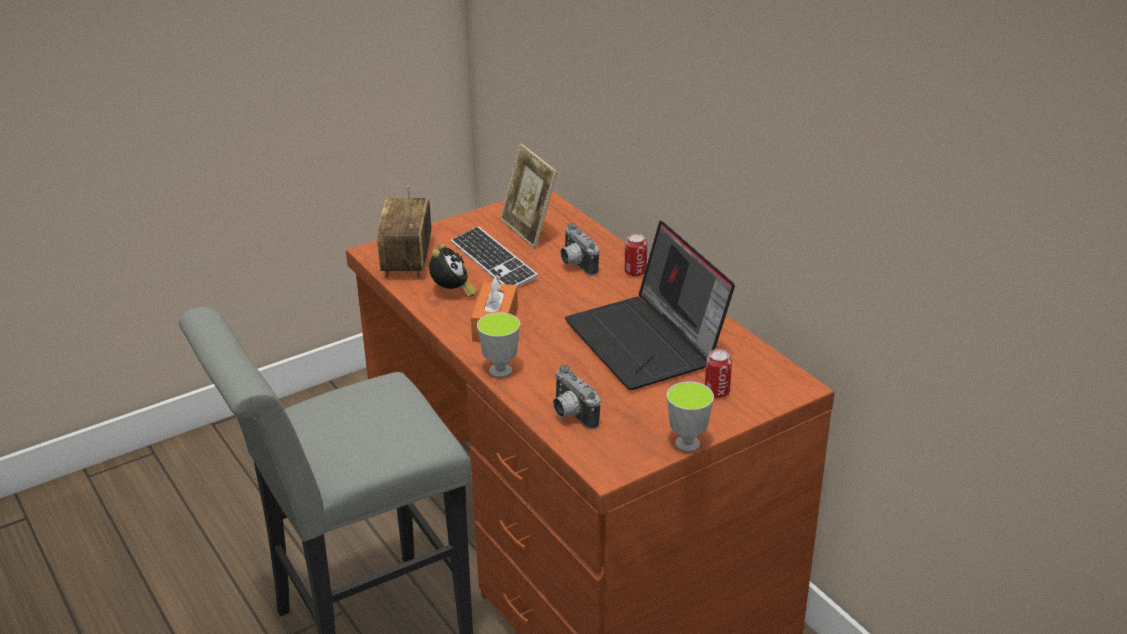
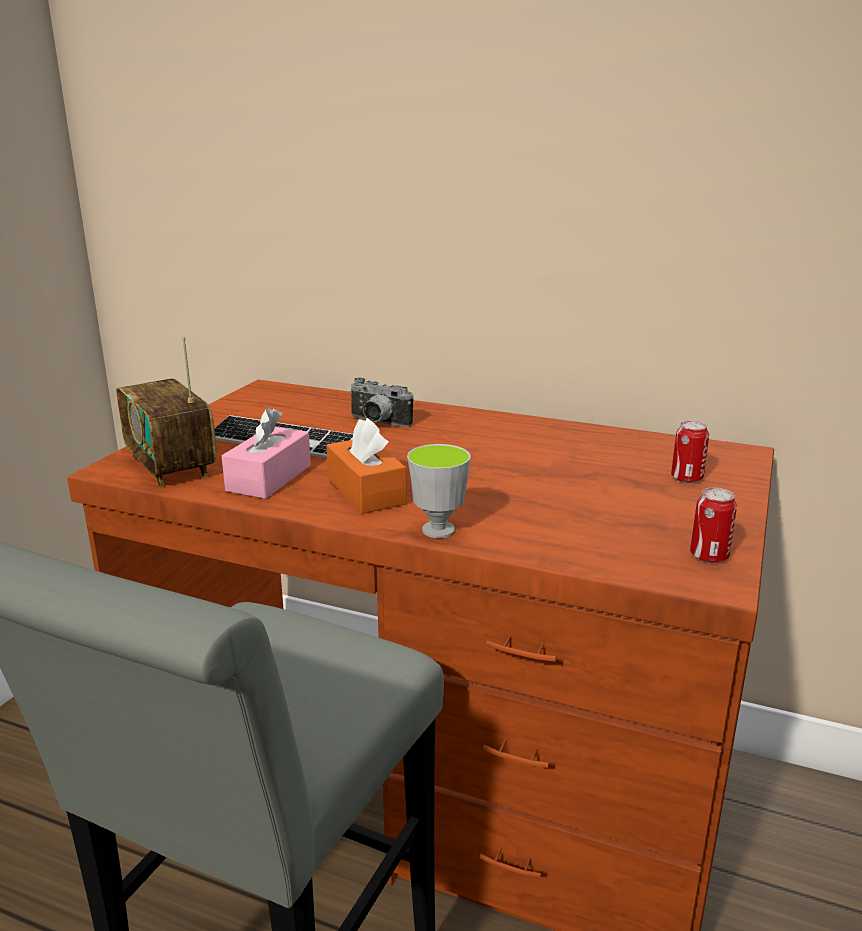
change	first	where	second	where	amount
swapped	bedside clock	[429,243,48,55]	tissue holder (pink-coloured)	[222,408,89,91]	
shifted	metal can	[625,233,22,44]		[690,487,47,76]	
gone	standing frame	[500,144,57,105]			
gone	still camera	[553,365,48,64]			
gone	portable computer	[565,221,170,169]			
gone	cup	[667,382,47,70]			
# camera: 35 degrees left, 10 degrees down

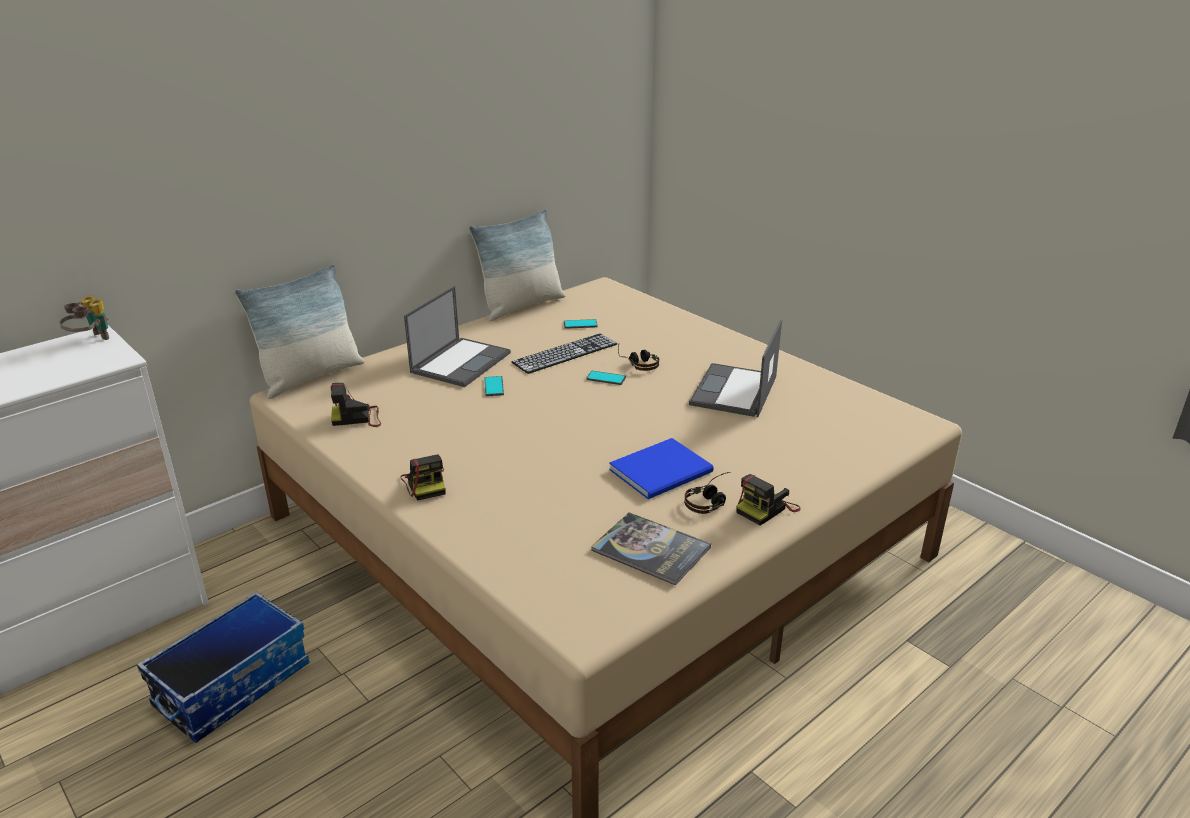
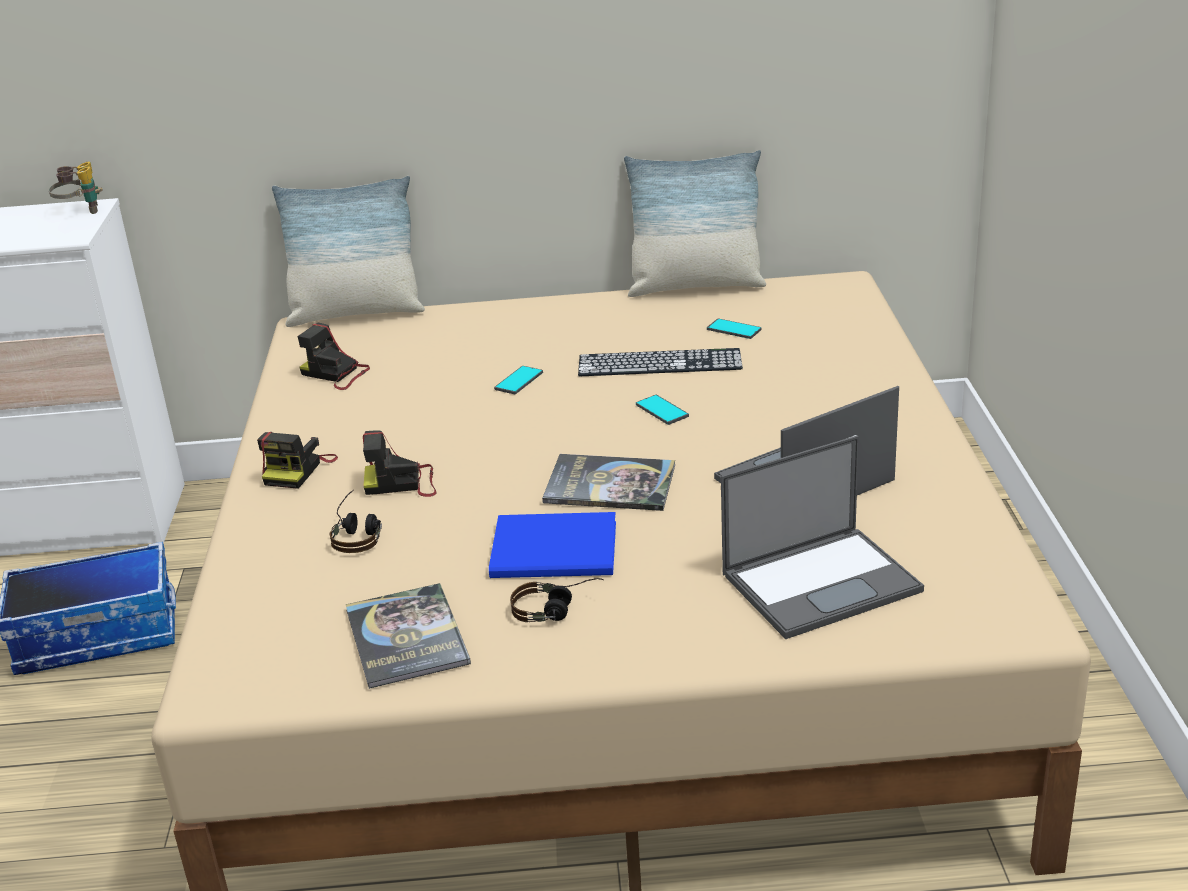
change	first	where	second	where	amount
shifted	pair of headphones	[618,346,41,25]		[329,490,53,63]	
shifted	still camera	[736,474,65,52]		[363,431,74,66]	
new			book	[542,454,133,57]	
shifted	portable computer	[404,286,107,101]		[721,435,203,204]	
# camera: 40 degrees right, 0 degrees up

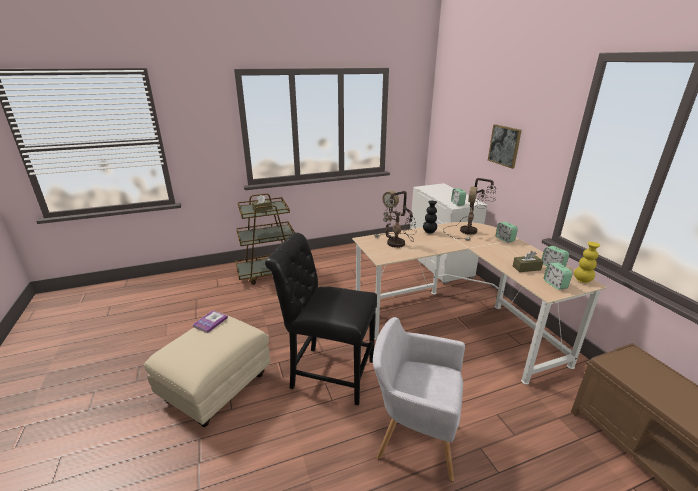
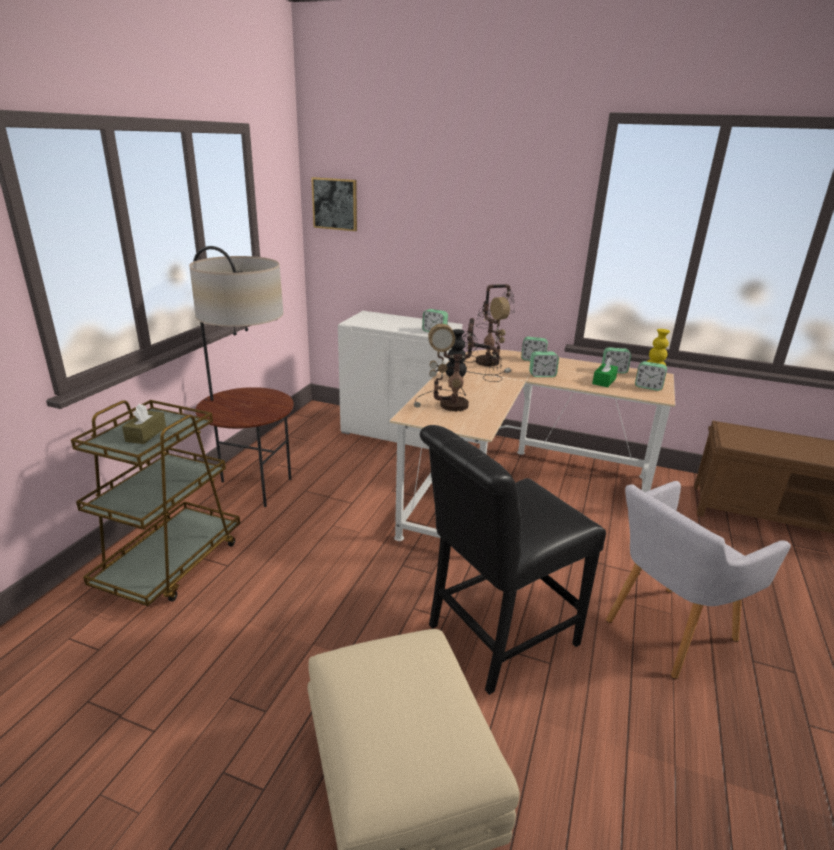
change	first	where	second	where	amount
new			standing lamp	[189,246,105,261]	
shifted	picture	[488,124,34,45]		[311,177,46,54]	
new			bedside clock	[529,351,30,26]	
repainted	tissue holder (brownish)	[513,250,30,22]	tissue holder (greenish)	[592,358,26,29]	
gone	book	[192,310,36,23]			
# camera: 50 degrees left, 0 degrees up

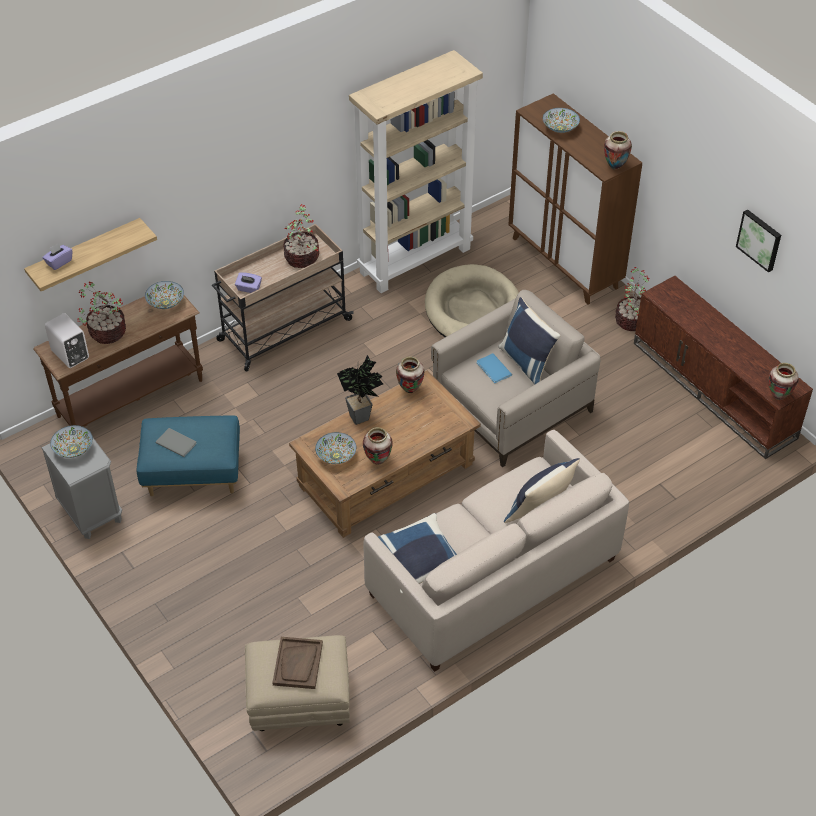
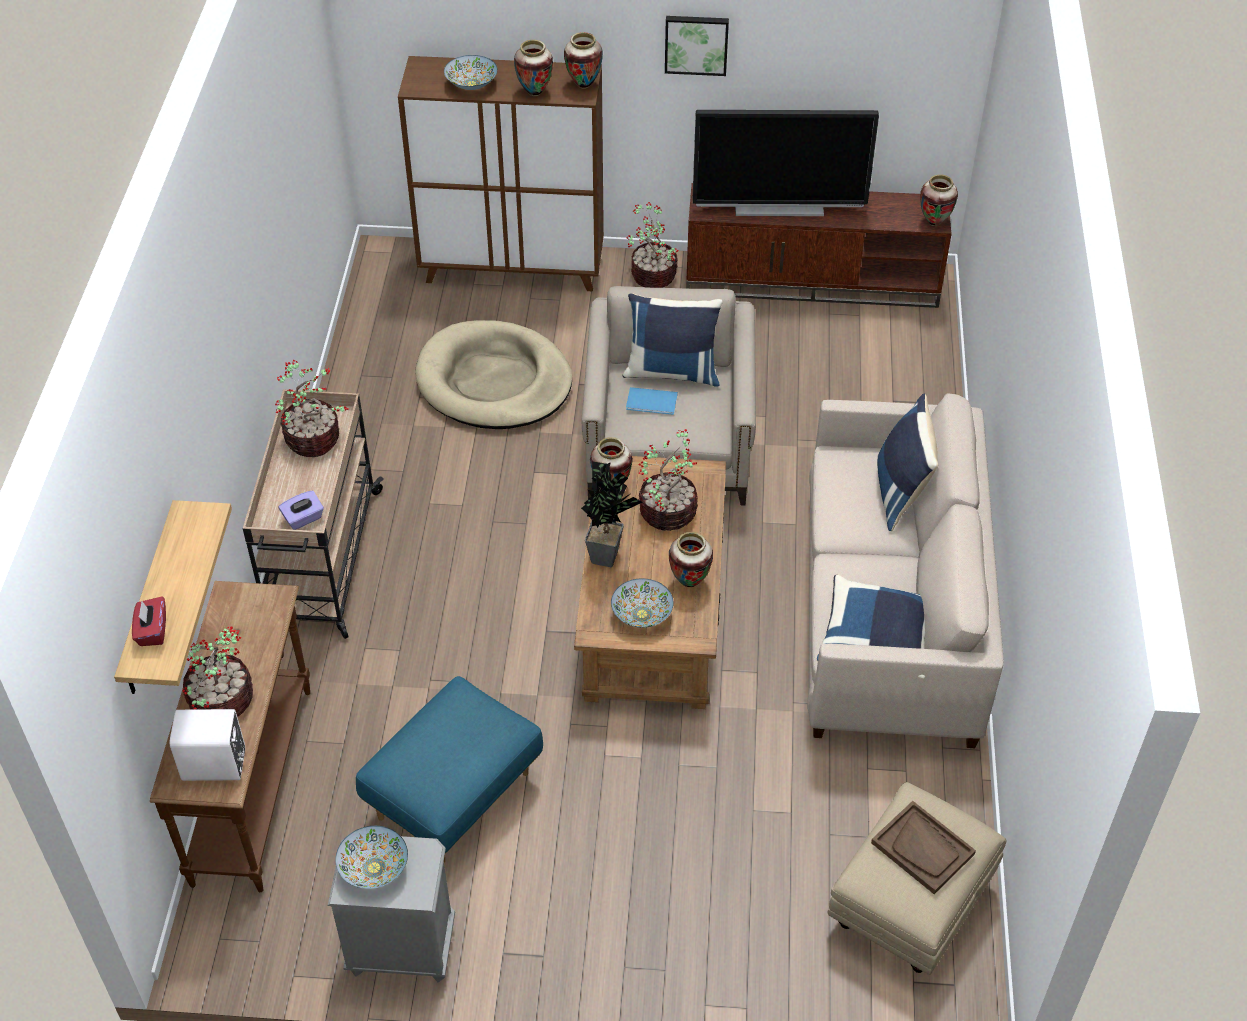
change	first	where	second	where	amount
repainted	tissue holder (purple-coloured)	[43,243,29,27]	tissue holder (reddish)	[132,596,34,50]	
new			flower vase	[514,40,39,56]	
new			potted plant	[639,429,59,102]	
shifted	picture	[736,209,45,64]		[665,16,64,60]	
new			TV	[693,110,186,106]	
gone	bowl	[145,281,39,28]			
gone	book (grey)	[156,428,41,29]			
gone	bookcase (sand-coloured)	[349,50,134,243]			
# camera: 50 degrees left, 0 degrees up

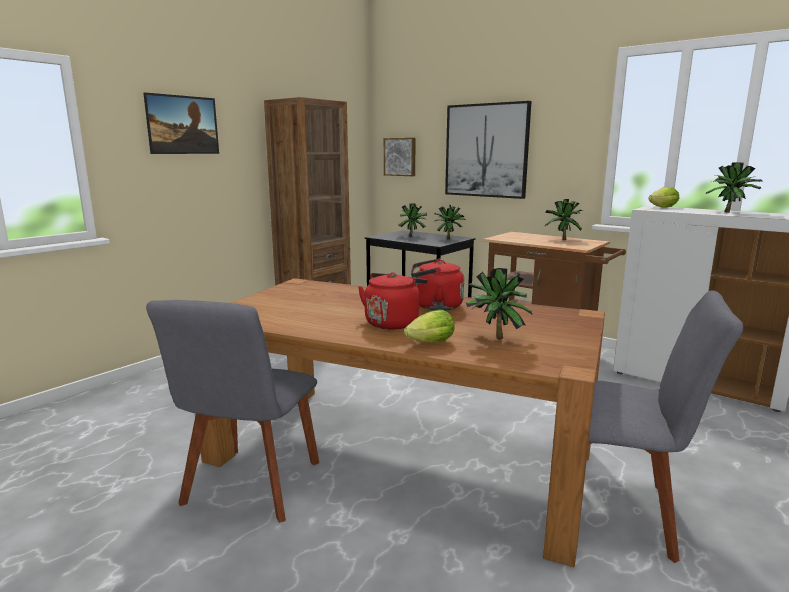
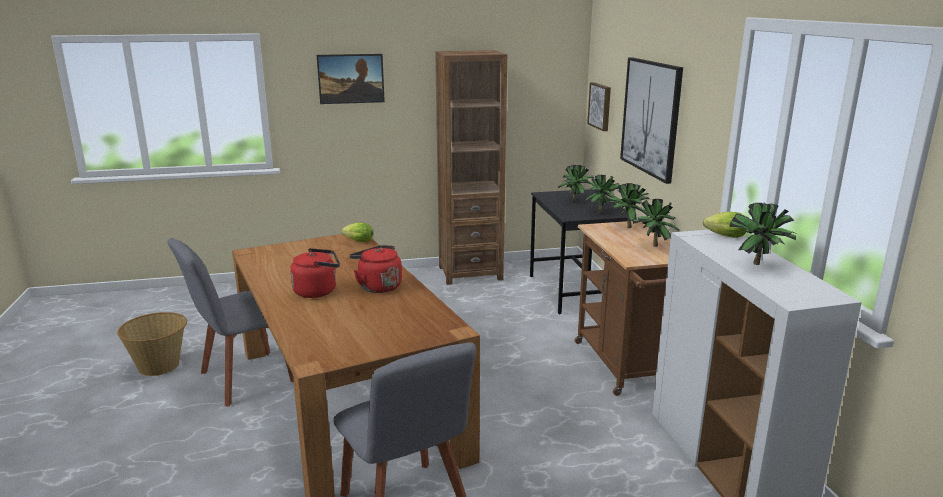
change	first	where	second	where	amount
new			basket	[117,312,70,64]	
shifted	lettuce	[404,310,51,33]		[341,222,32,20]	
shifted	potted plant	[465,268,67,71]		[608,183,42,45]	
# camera: 40 degrees right, 5 degrees up

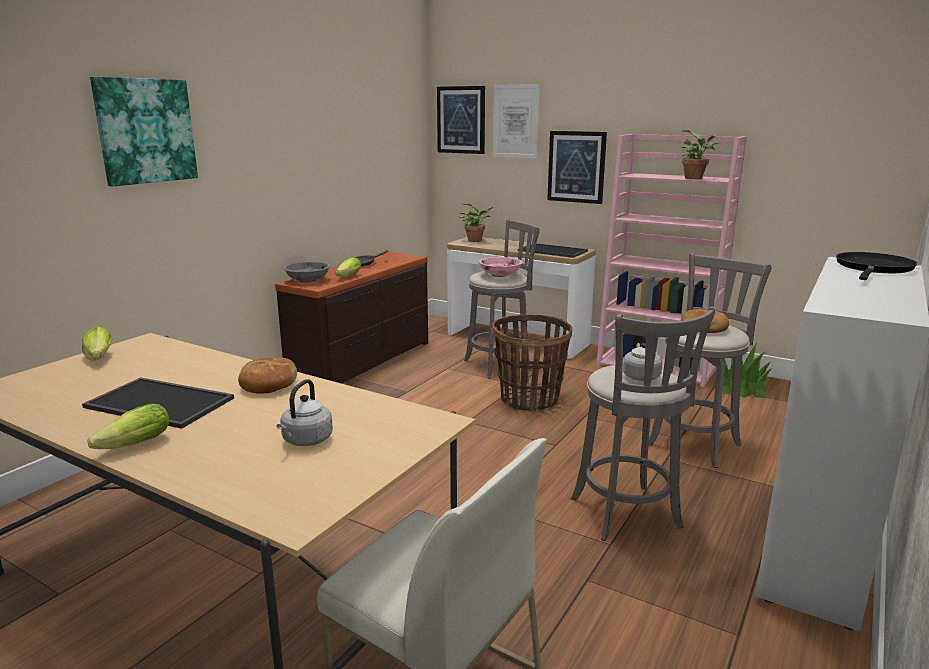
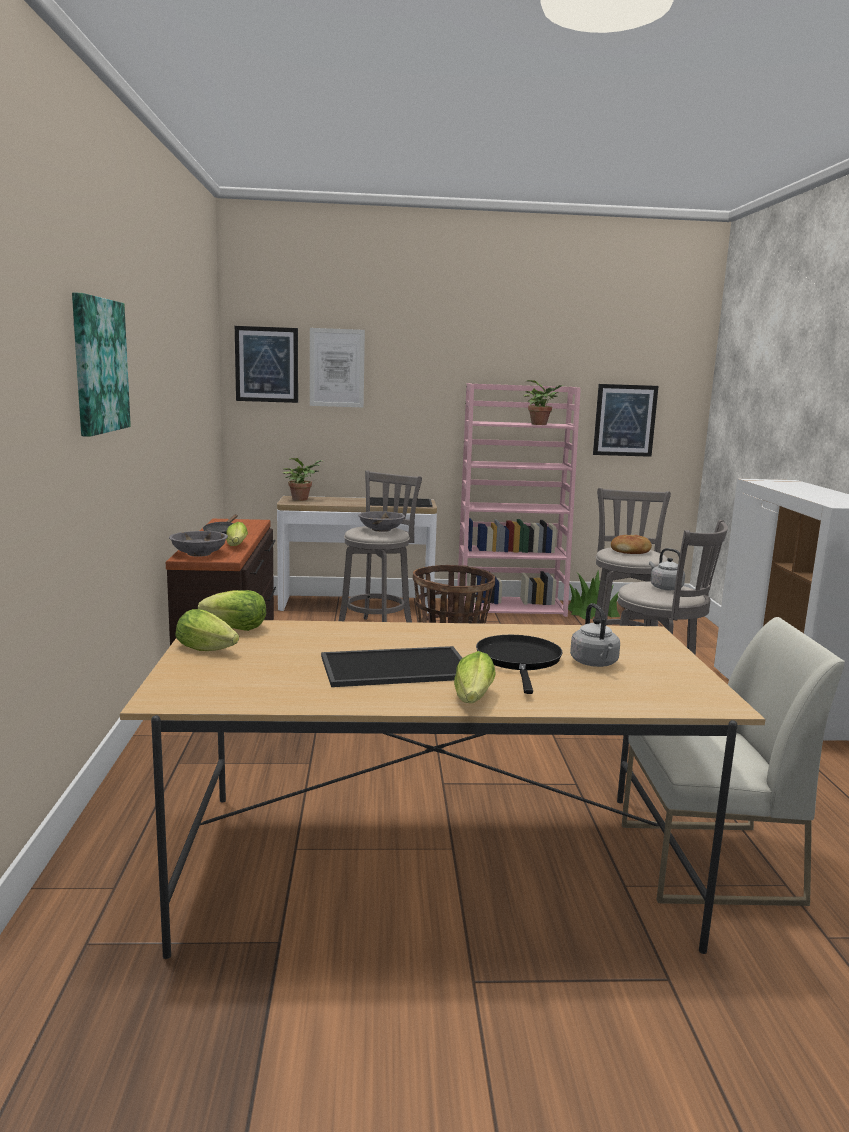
change	first	where	second	where	amount
new			lettuce	[198,590,68,41]	
repainted	bowl (pink-coloured)	[479,257,44,20]	bowl (grey)	[358,511,47,21]	
shifted	skillet (black)	[836,252,81,28]		[476,635,86,59]	
shifted	picture	[547,131,60,73]		[593,384,65,73]	
gone	bread	[238,357,59,37]			
# camera: 35 degrees left, 5 degrees down

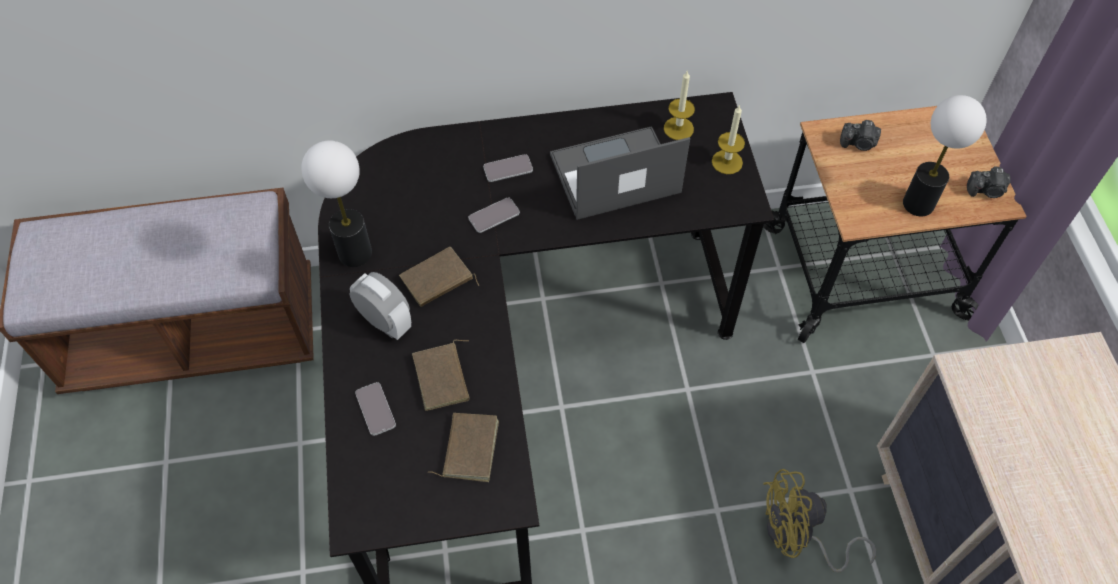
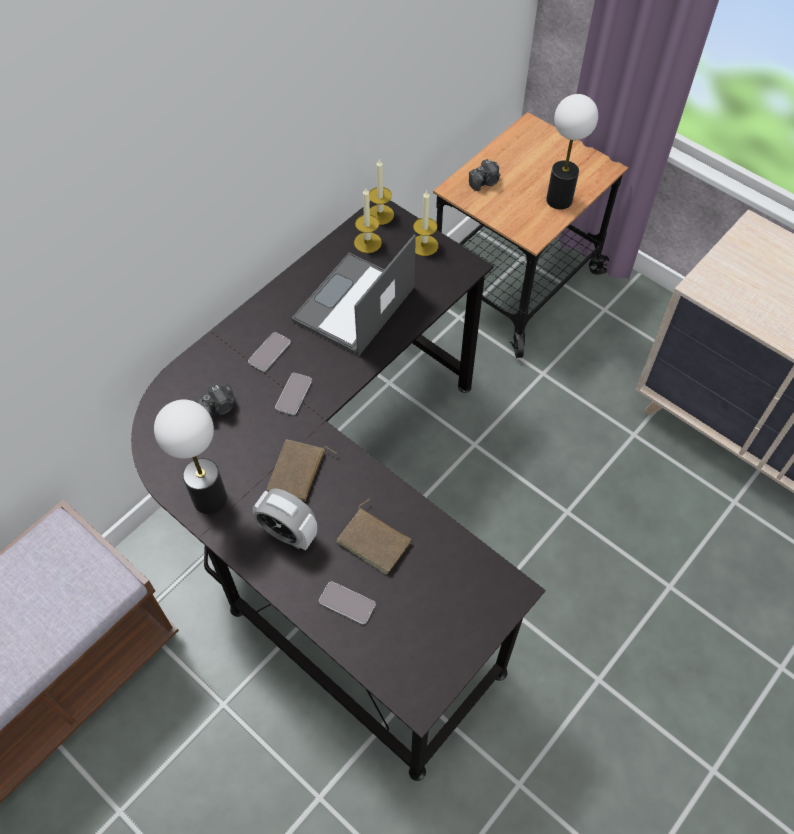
change	first	where	second	where	amount
shifted	still camera	[967,166,44,32]		[195,383,40,35]	
rotated	bedside clock	[350,272,61,68]		[253,488,64,62]	150 degrees counterclockwise
new			candle	[369,159,25,66]	
gone	book (brownish)	[427,413,72,69]			
gone	fan (yellow)	[763,469,113,104]			
# camera: 40 degrees left, 0 degrees up

